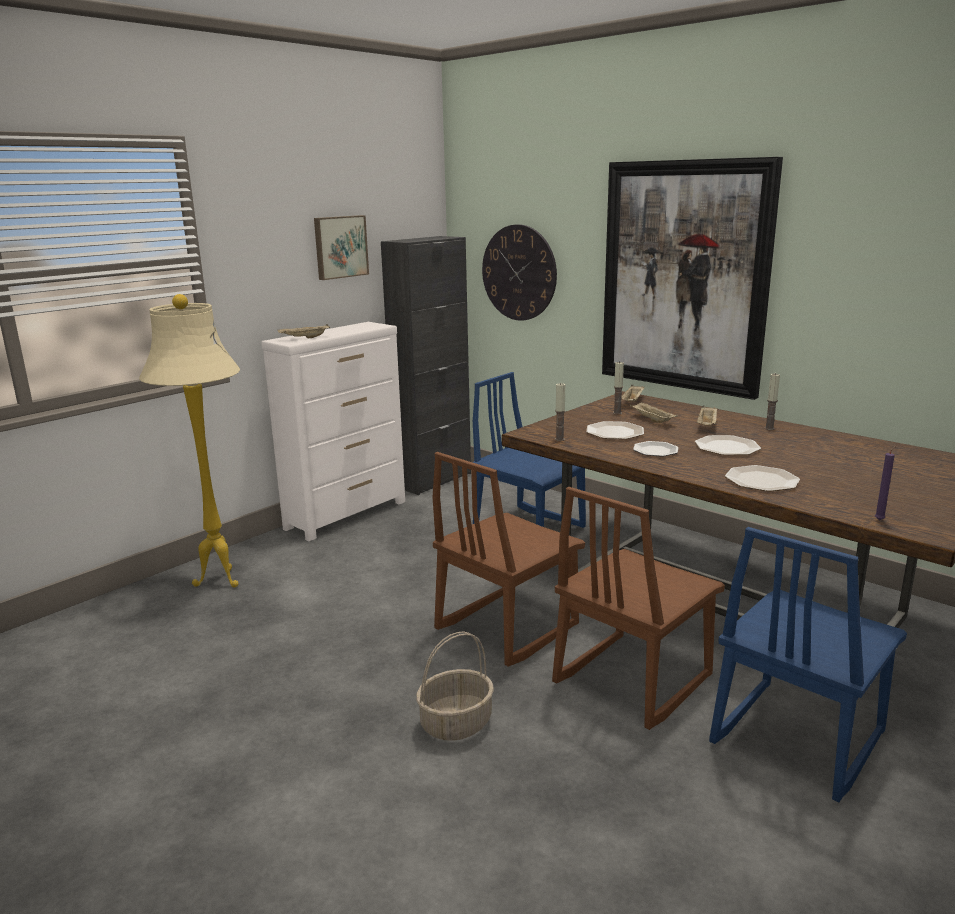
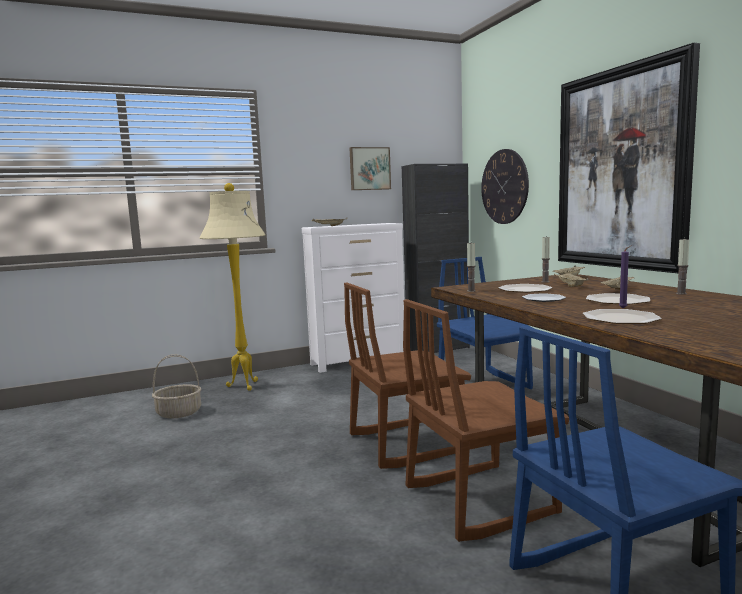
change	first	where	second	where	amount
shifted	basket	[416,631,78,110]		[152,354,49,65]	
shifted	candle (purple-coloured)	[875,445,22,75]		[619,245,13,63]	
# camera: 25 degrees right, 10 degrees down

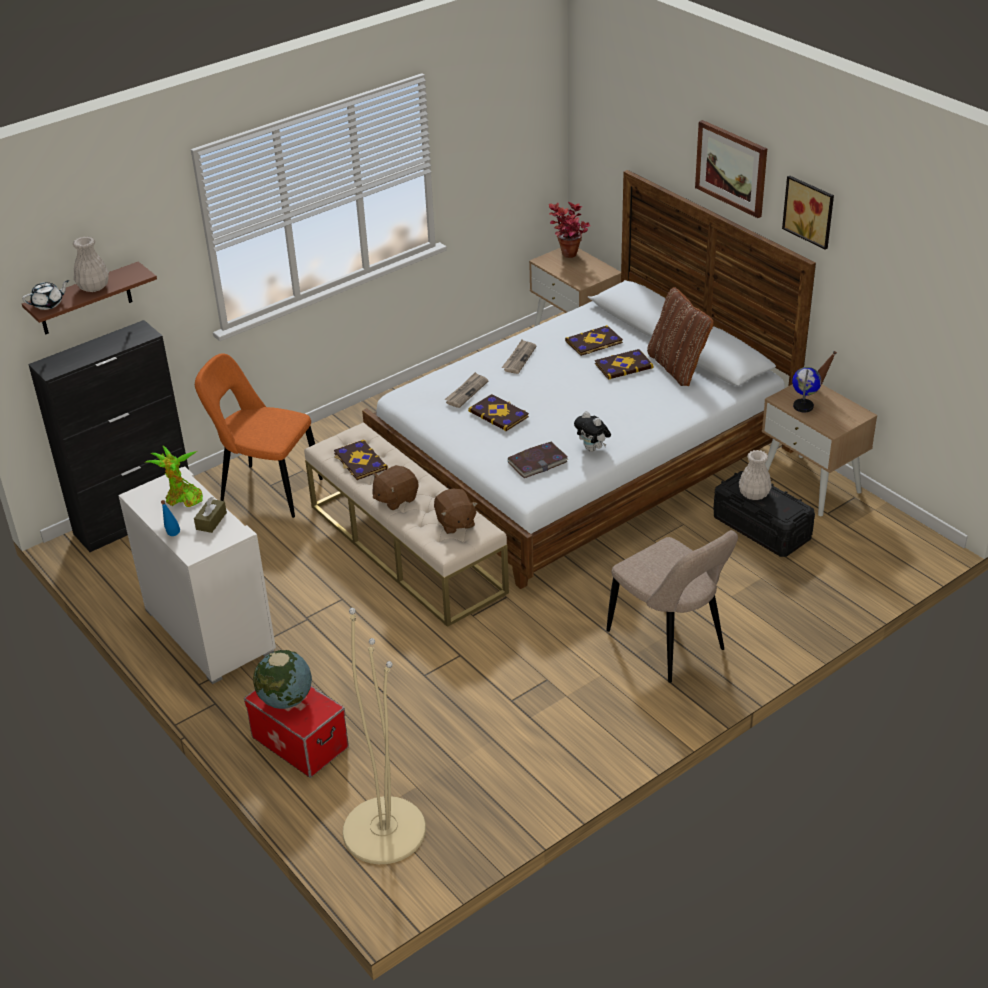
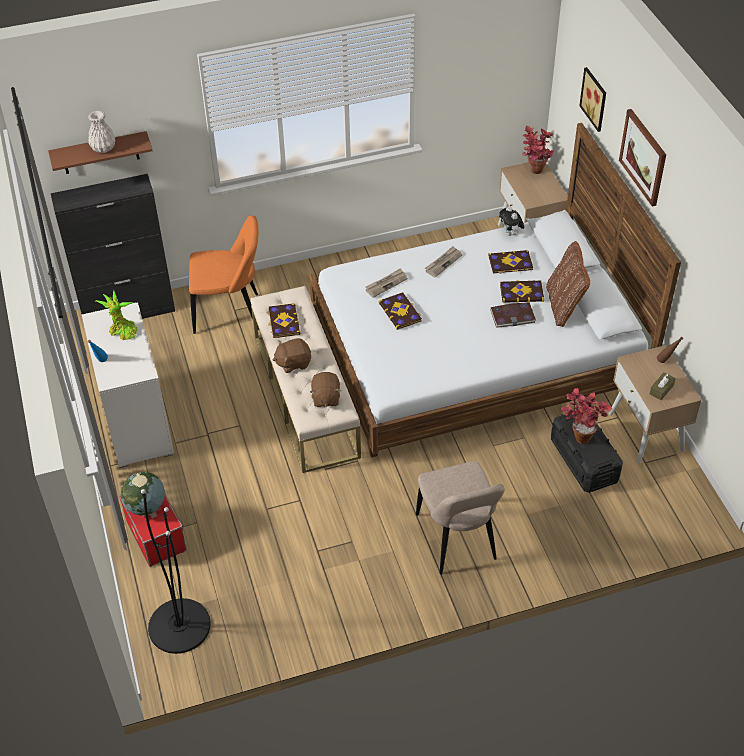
change	first	where	second	where	amount
repainted	standing lamp (sand-coloured)	[343,608,83,256]	standing lamp (black)	[141,489,70,165]	
rotated	chair (orangey)	[195,354,128,164]		[189,215,70,119]	135 degrees clockwise
shifted	book	[507,442,62,36]		[490,302,46,26]	
shifted	plush toy	[574,411,37,41]		[499,206,25,30]	
swapped	flower vase (whitish)	[739,450,33,50]	potted plant	[561,388,51,56]	
shifted	picture	[782,176,52,74]		[579,67,27,65]	
shifted	tissue holder (brownish)	[194,497,33,36]		[650,372,26,28]	
gone	teapot (whitish)	[22,280,47,30]			
gone	globe	[792,367,29,45]			
# camera: 20 degrees right, 10 degrees up

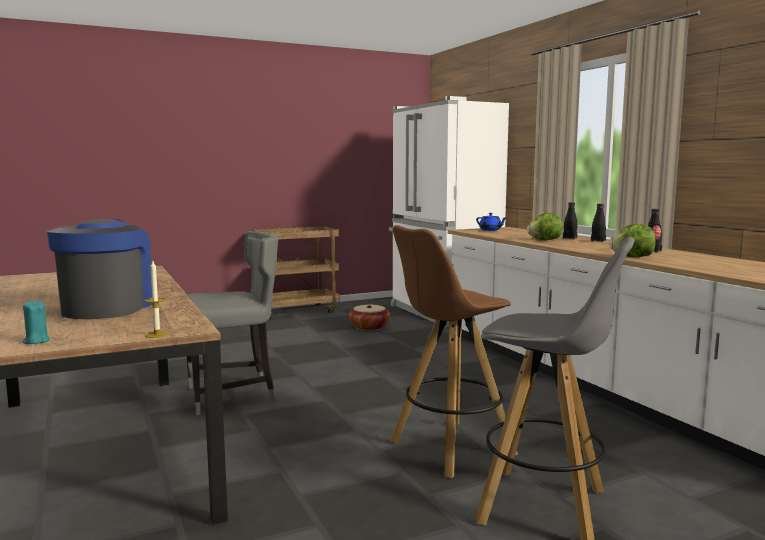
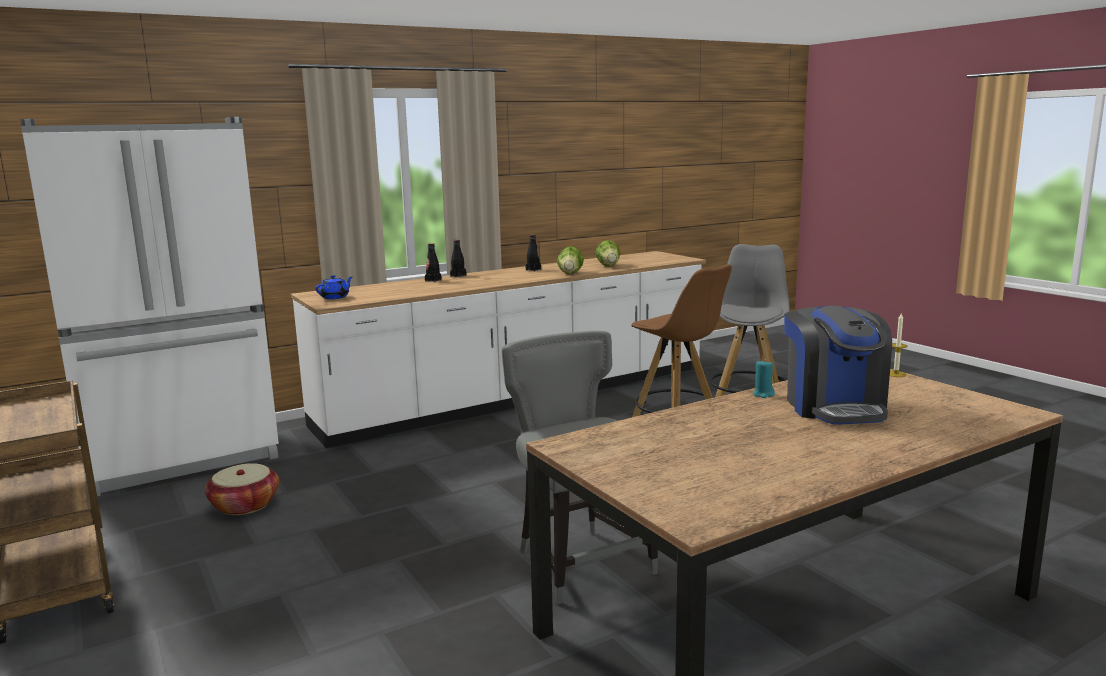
change	first	where	second	where	amount
shifted	lettuce	[527,213,36,27]		[596,240,24,27]	
shifted	candle (turquoise)	[23,300,27,44]		[753,361,22,37]	
rotated	coffee maker	[46,219,106,100]		[784,306,108,119]	90 degrees counterclockwise
# camera: 95 degrees left, 5 degrees up

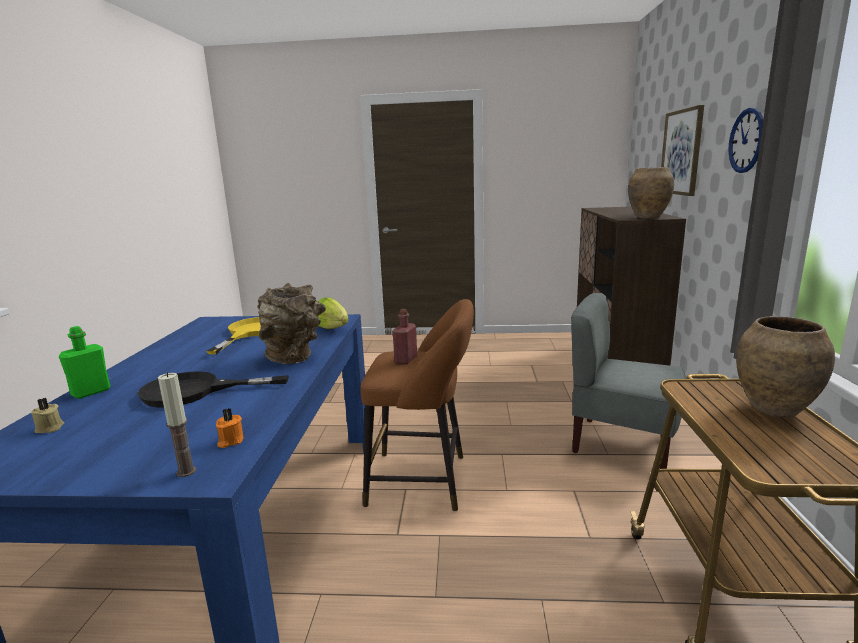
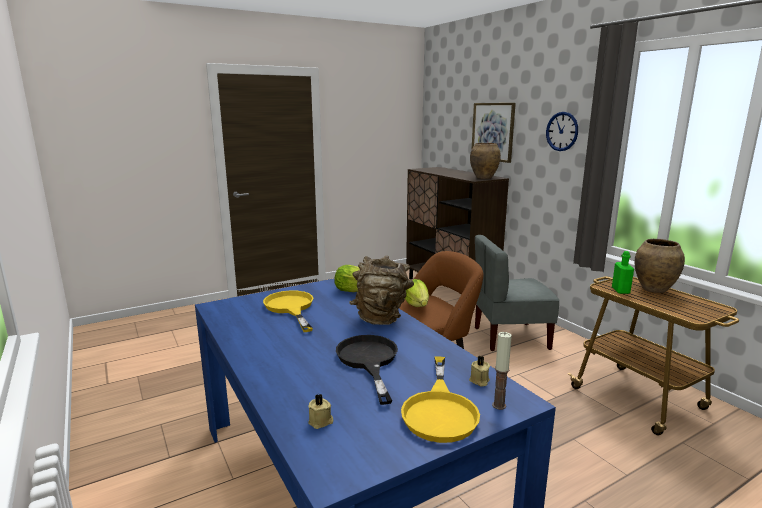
change	first	where	second	where	amount
rotated	skillet (black)	[137,371,152,37]		[336,335,62,70]	120 degrees clockwise
new			skillet (yellow)	[401,357,79,86]	
swapped	bottle (reddish)	[393,309,24,55]	lettuce	[405,279,24,28]	
repainted	candle (orangey)	[216,408,27,40]	candle (sand-coloured)	[469,356,21,31]	
shifted	bottle (greenish)	[59,326,51,73]		[612,251,22,43]	
# camera: 35 degrees left, 0 degrees up

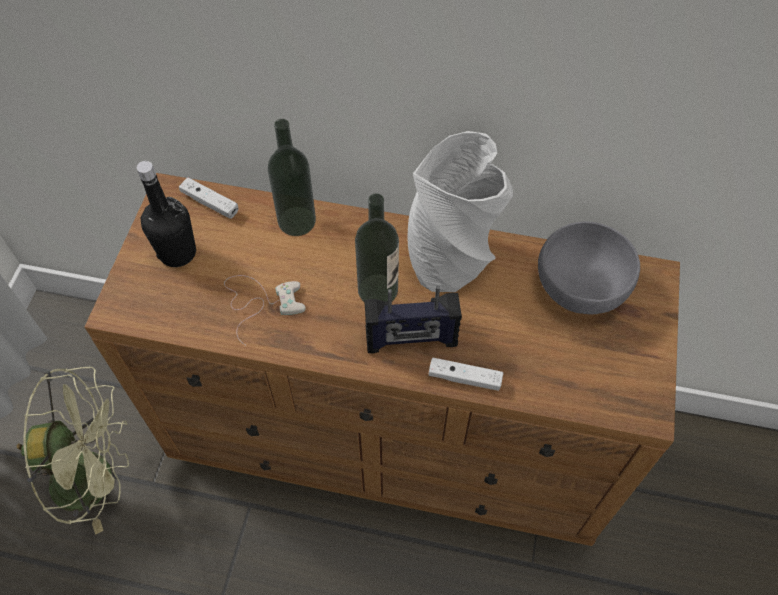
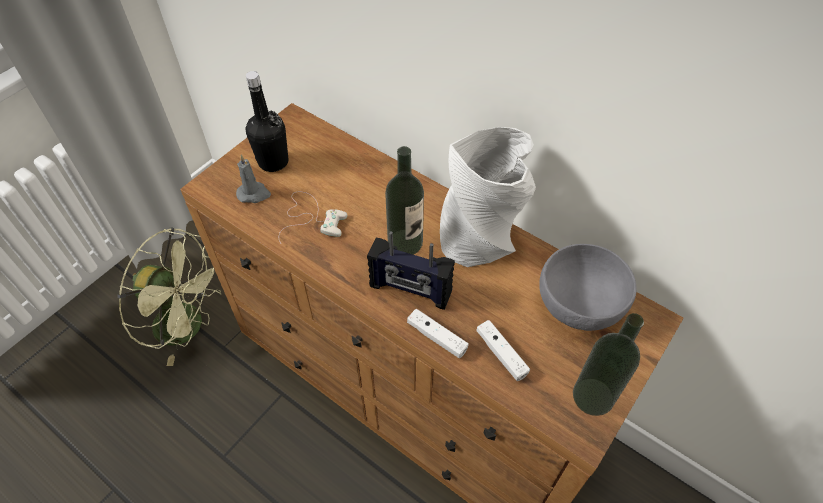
change	first	where	second	where	amount
new			candle (grey)	[236,155,35,48]	
shifted	gamepad (whitish)	[179,177,59,42]		[476,320,54,61]	
shifted	bottle	[268,119,48,117]		[573,313,71,103]	
# camera: 25 degrees right, 5 degrees down

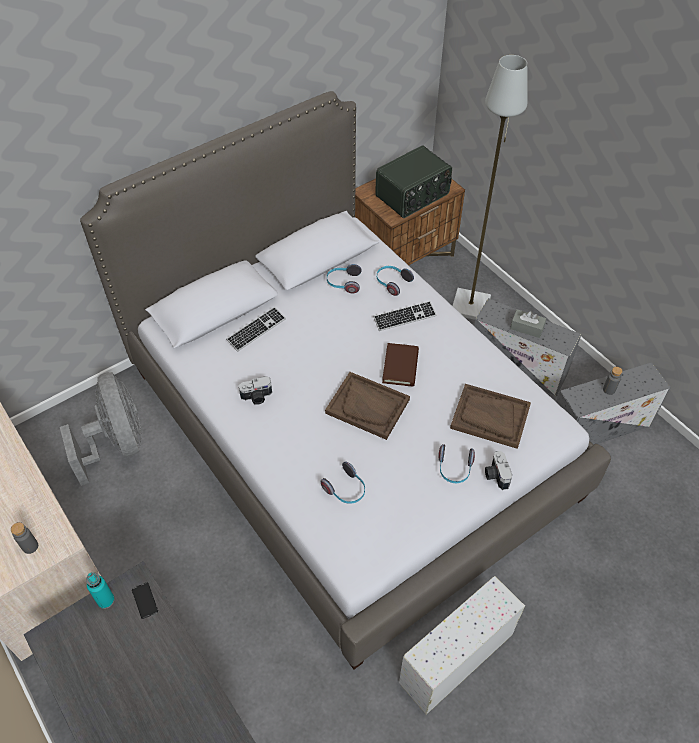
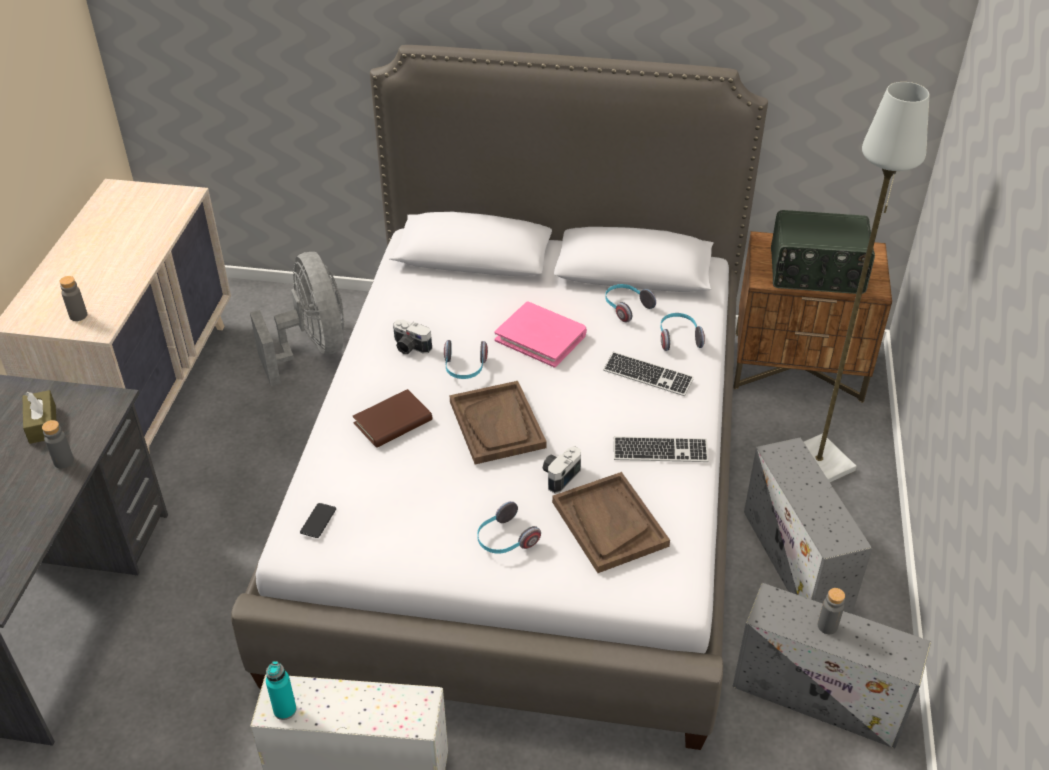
change	first	where	second	where	amount
new			tissue holder (brownish)	[23,390,33,54]	
new			bottle (grey)	[42,420,32,49]	
rotated	fan (grey)	[60,372,81,114]		[250,252,95,134]	45 degrees counterclockwise
shifted	bottle (turquoise)	[86,573,29,36]		[266,661,30,59]	
shifted	phone	[132,583,26,36]		[300,503,36,35]	
shifted	book (brownish)	[382,343,37,44]		[353,389,79,59]	
shifted	pair of headphones	[321,462,44,42]		[444,340,44,39]	
new			book (pink-coloured)	[494,301,93,67]	
shifted	still camera	[485,451,27,39]		[542,446,39,47]	
shifted	computer keyboard	[226,307,60,44]		[614,436,95,26]	
gone	tissue holder (grey)	[510,309,36,29]			
# camera: 45 degrees right, 10 degrees down

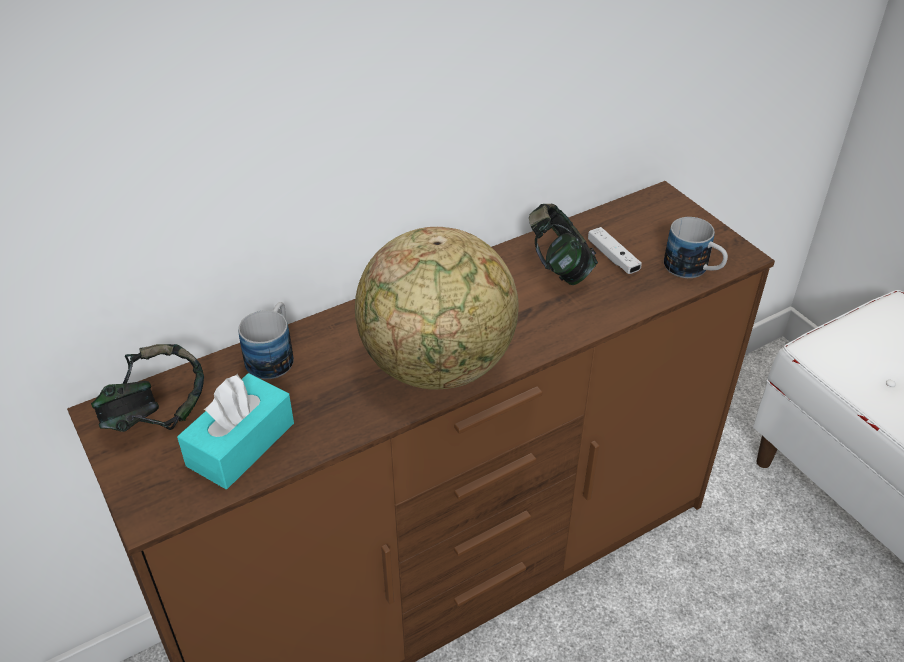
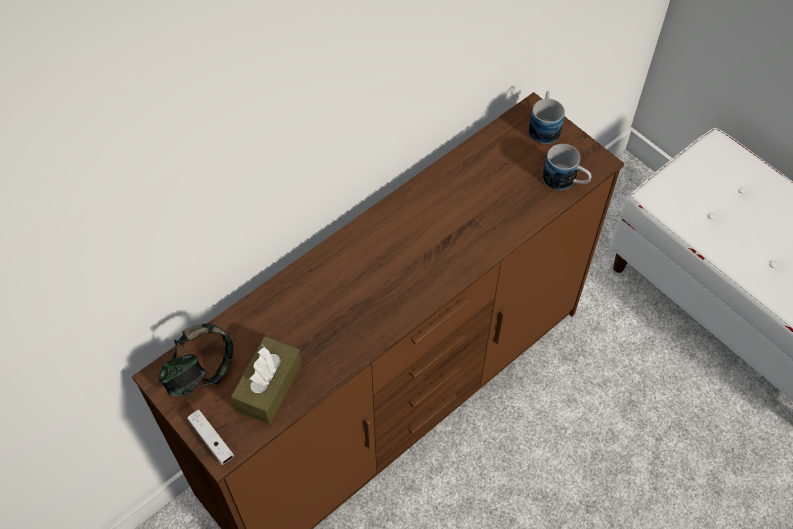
change	first	where	second	where	amount
shifted	gamepad (whitish)	[588,227,54,47]		[187,410,47,55]	
repainted	tissue holder (turquoise)	[177,373,117,116]	tissue holder (brownish)	[231,336,71,89]	
shifted	tea mug	[238,302,56,77]		[529,91,36,53]	
gone	globe	[355,227,164,163]			
gone	pair of headphones	[529,204,69,81]			
# camera: 10 degrees left, 15 degrees up

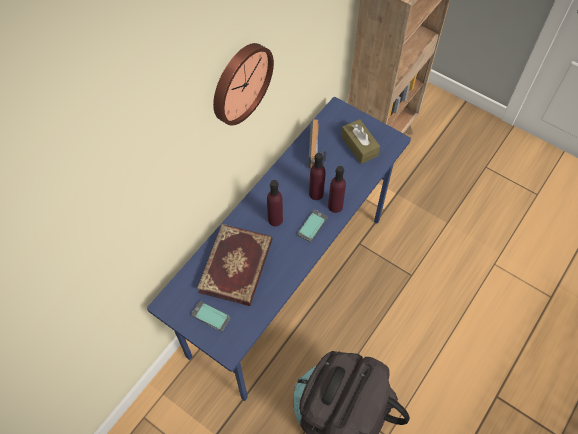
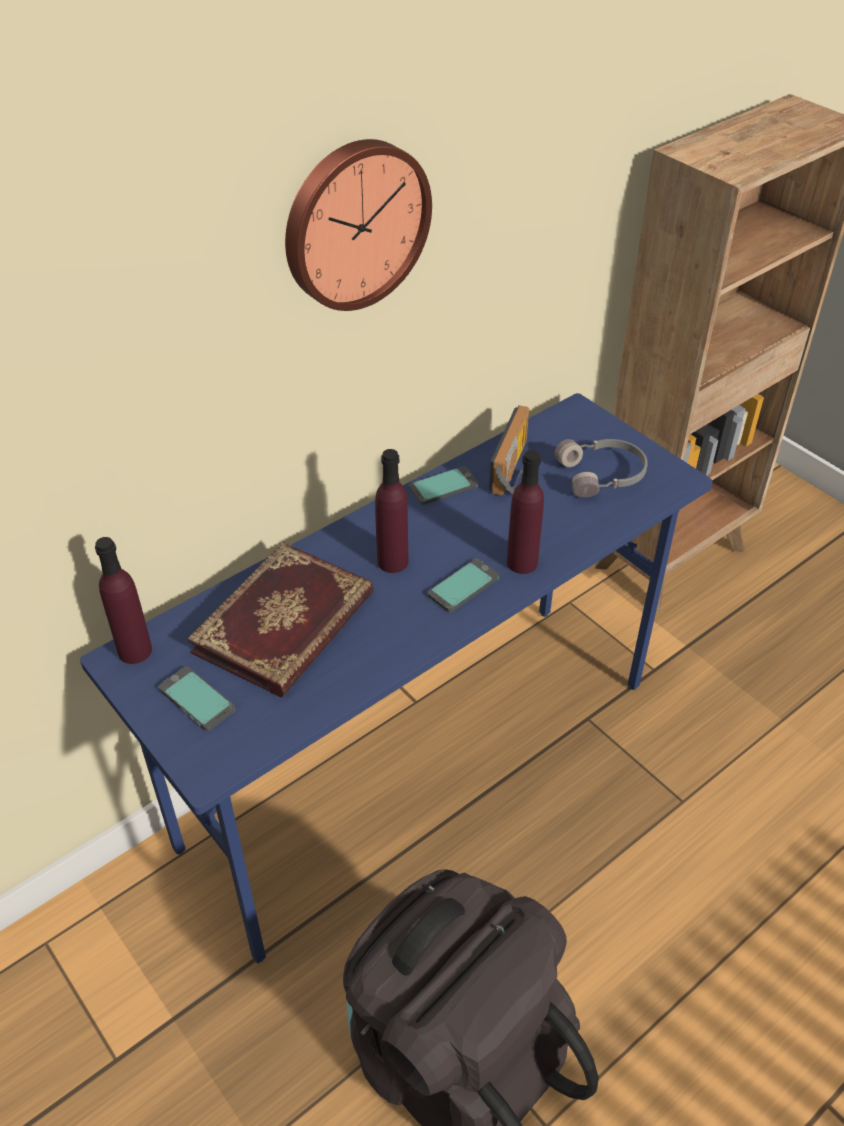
change	first	where	second	where	amount
shifted	bottle (purple-coloured)	[309,153,16,47]		[95,537,57,127]	
new			phone	[409,466,69,39]	
swapped	tissue holder (brownish)	[341,119,39,45]	pair of headphones (grey)	[555,439,93,59]	
# camera: 15 degrees right, 15 degrees down

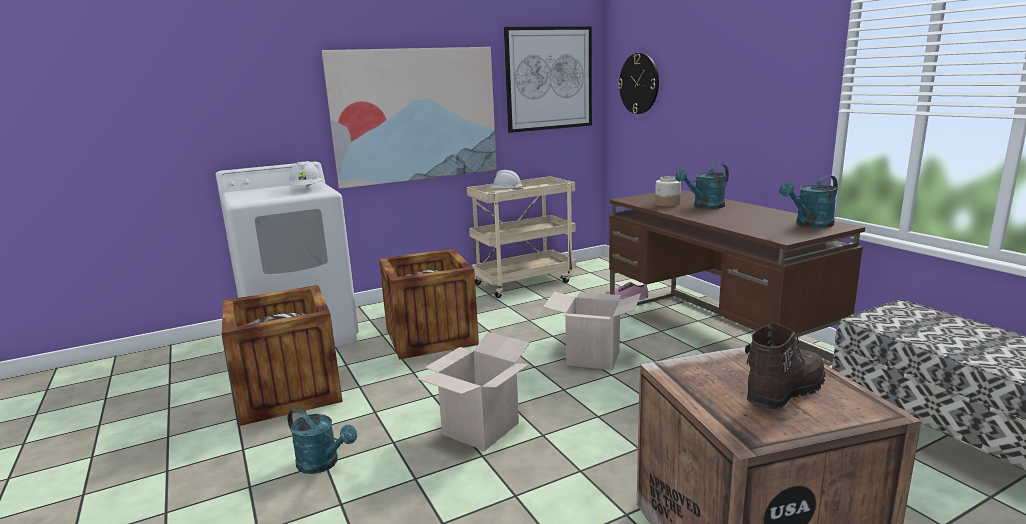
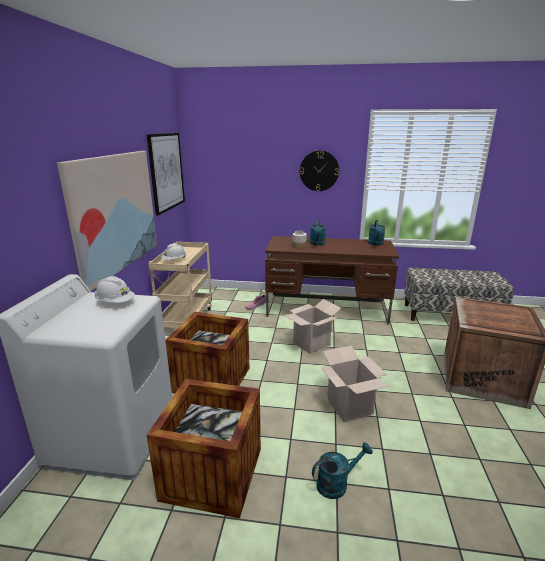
change	first	where	second	where	amount
shifted	clock on the wall	[618,53,41,61]		[300,150,39,41]	
gone	tall boot (brownish)	[745,323,81,86]			
# camera: 55 degrees left, 5 degrees up

